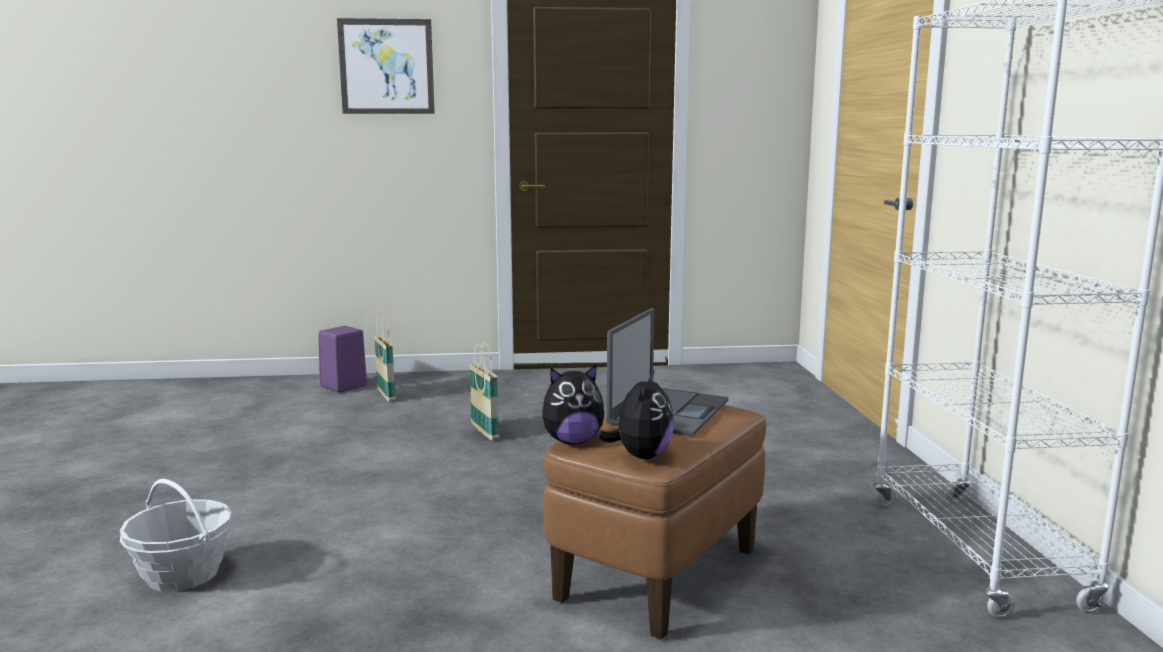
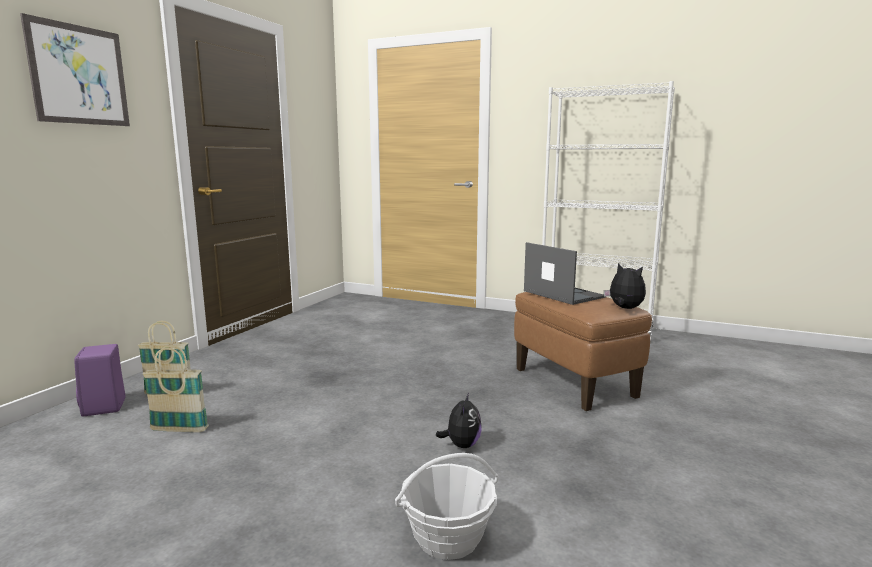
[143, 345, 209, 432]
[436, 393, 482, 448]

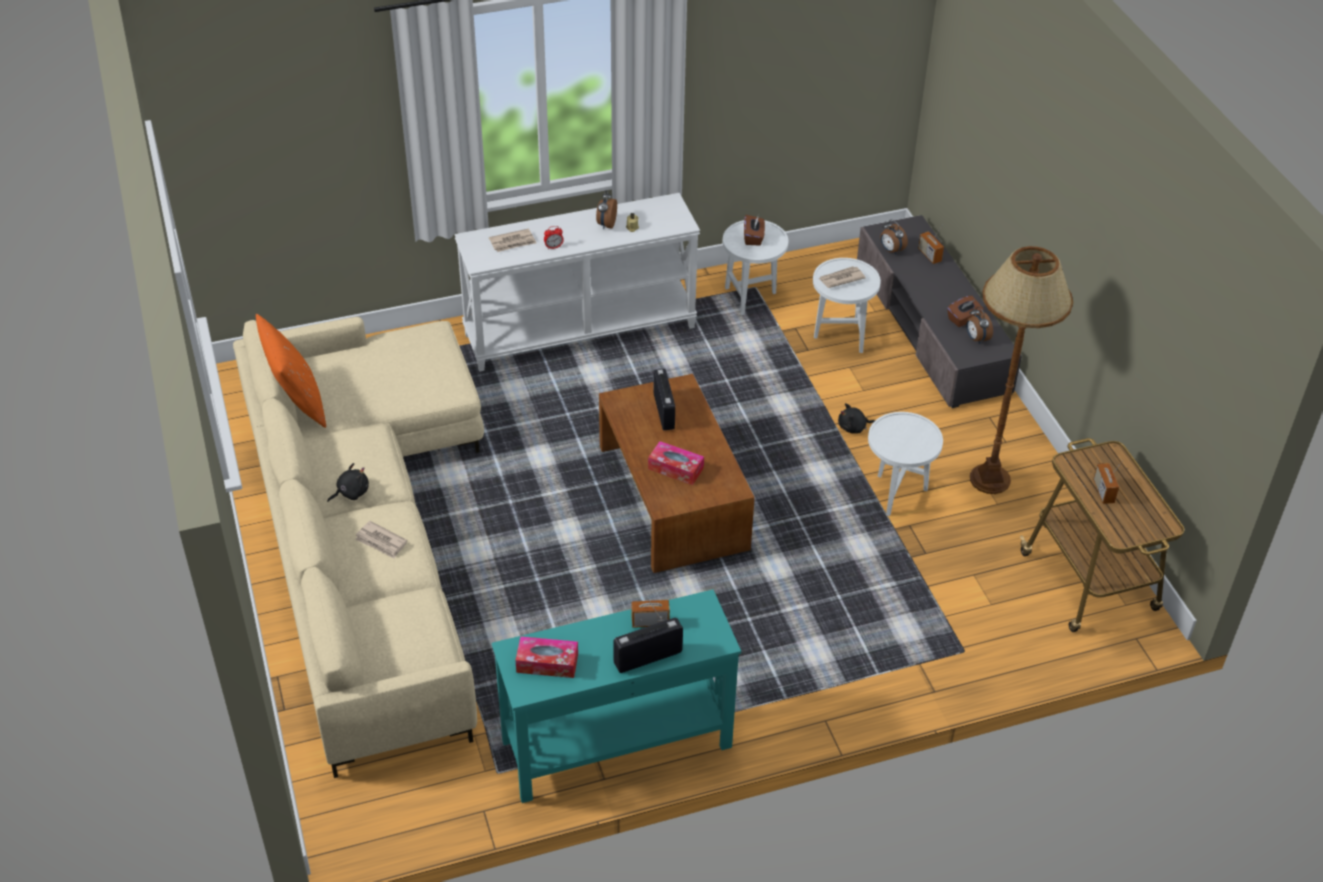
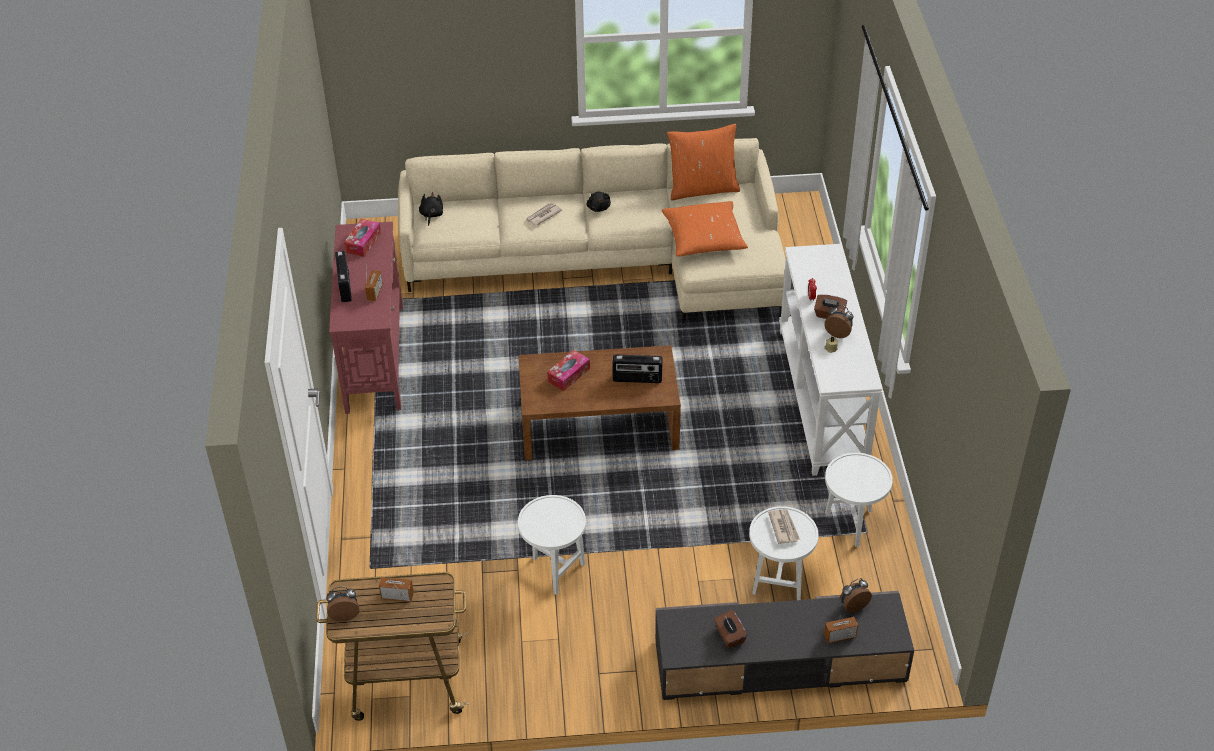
[814, 294, 847, 319]
[489, 228, 536, 252] (first image)
[970, 246, 1073, 494] (first image)
[326, 587, 359, 621]
[419, 192, 443, 226]
[329, 222, 403, 414]
[662, 201, 748, 257]

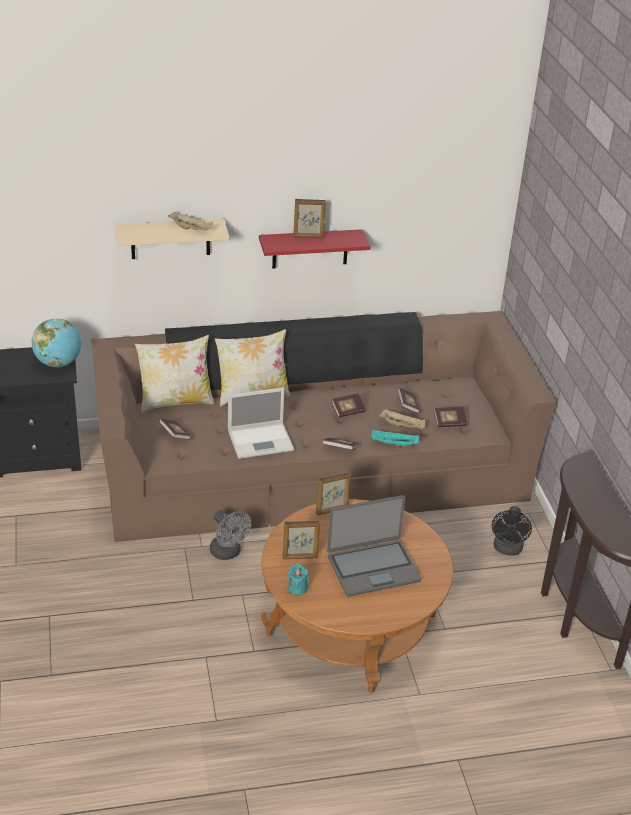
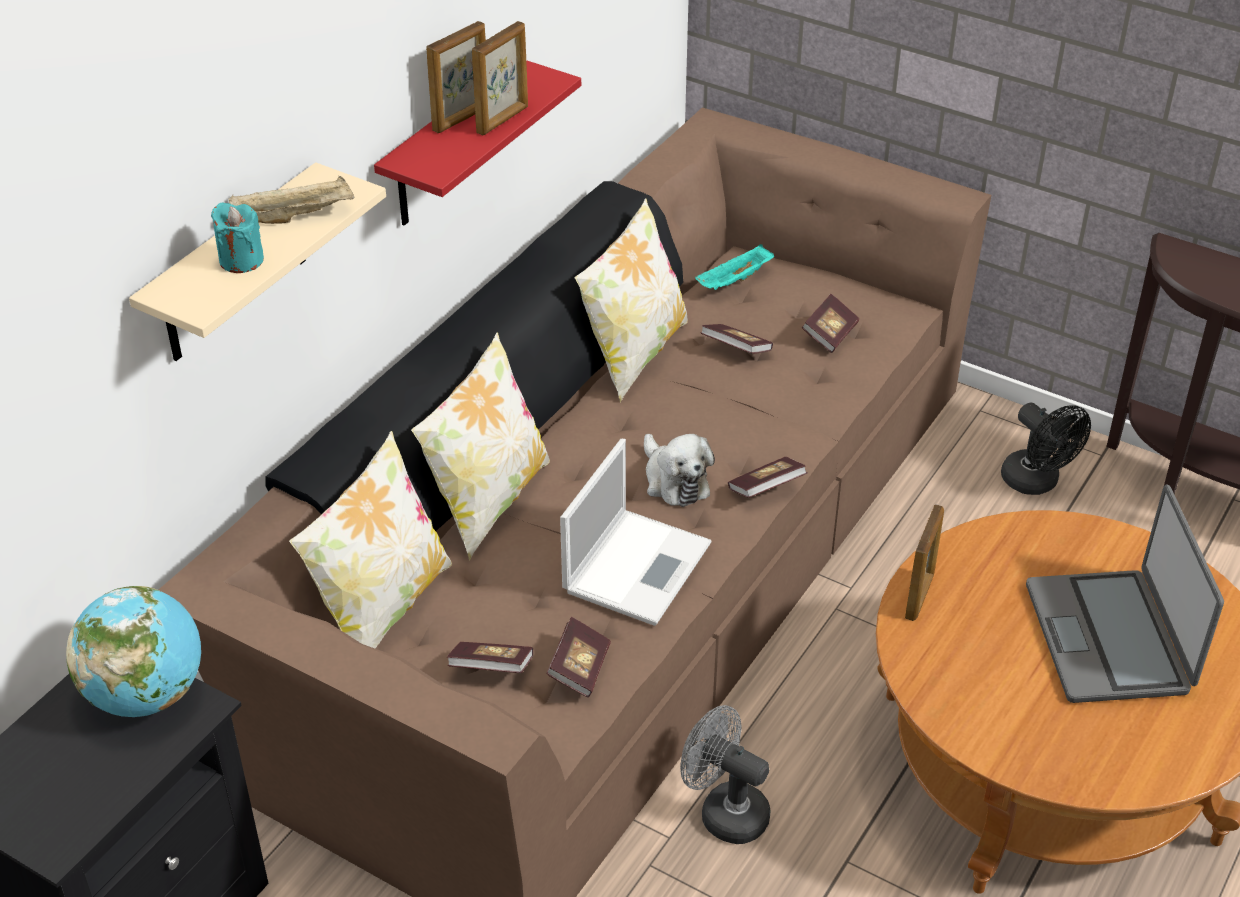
[547, 617, 611, 697]
[380, 409, 426, 429] (first image)
[695, 244, 774, 290]
[1026, 485, 1224, 703]
[680, 705, 770, 844]
[472, 21, 528, 136]
[211, 203, 264, 273]
[574, 198, 688, 403]
[644, 434, 715, 507]

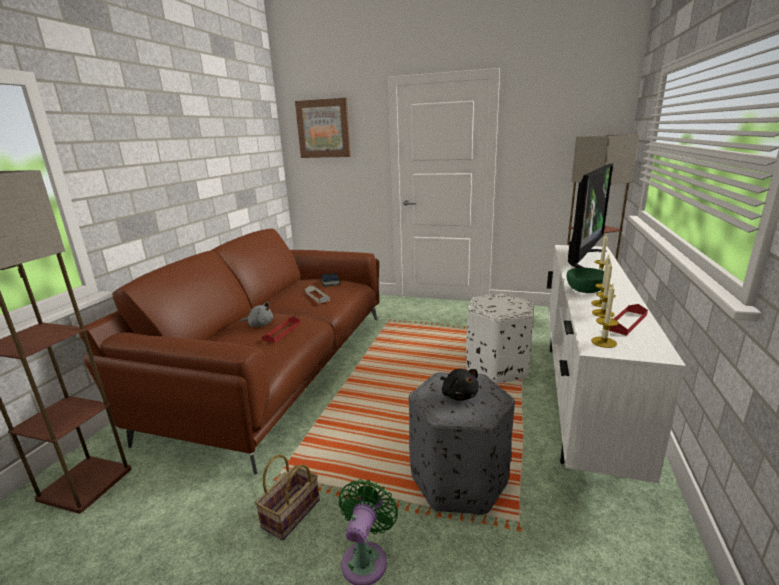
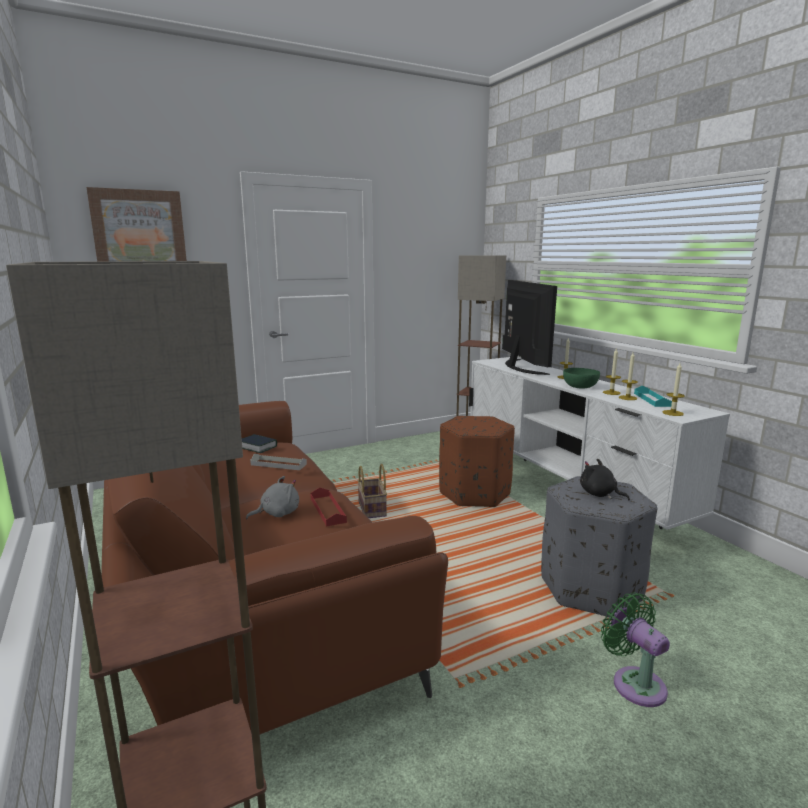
[439, 416, 515, 507]
[634, 385, 672, 407]
[580, 459, 630, 501]
[358, 464, 387, 518]

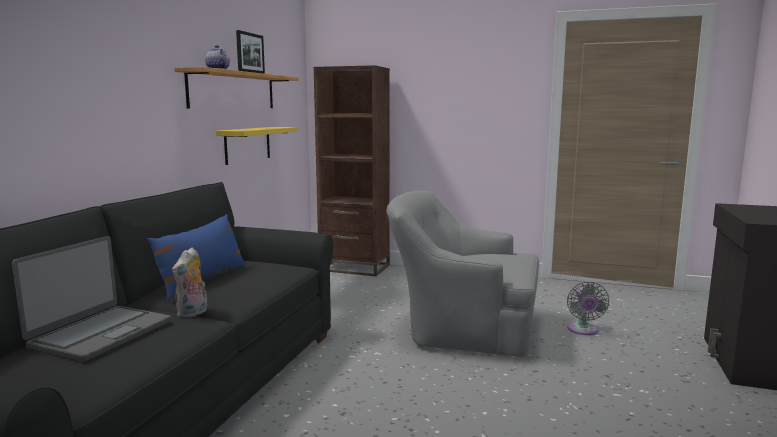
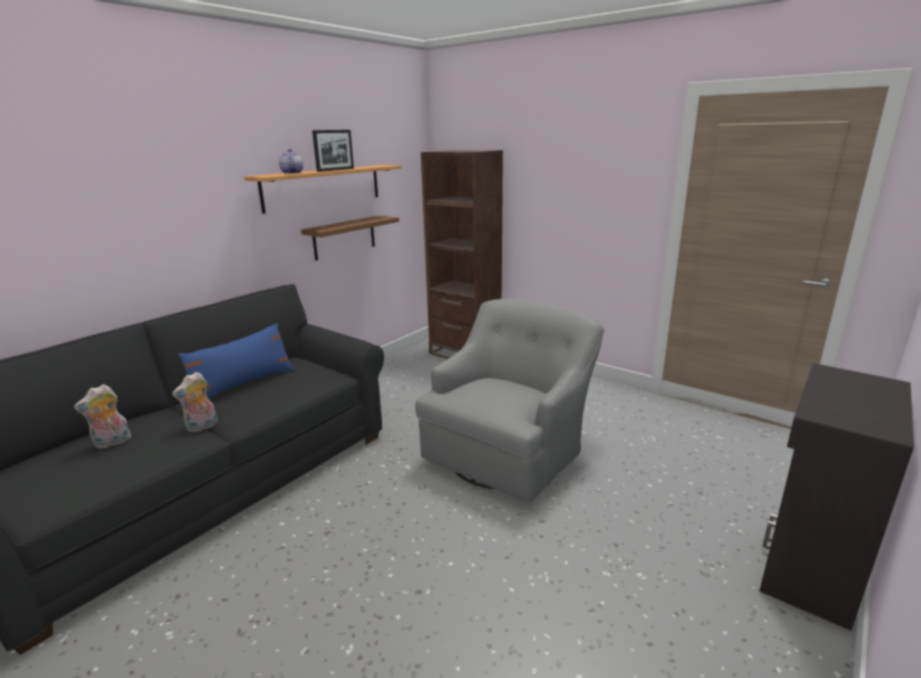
[301, 215, 399, 261]
[415, 299, 604, 503]
[74, 384, 132, 449]
[567, 281, 609, 335] (first image)

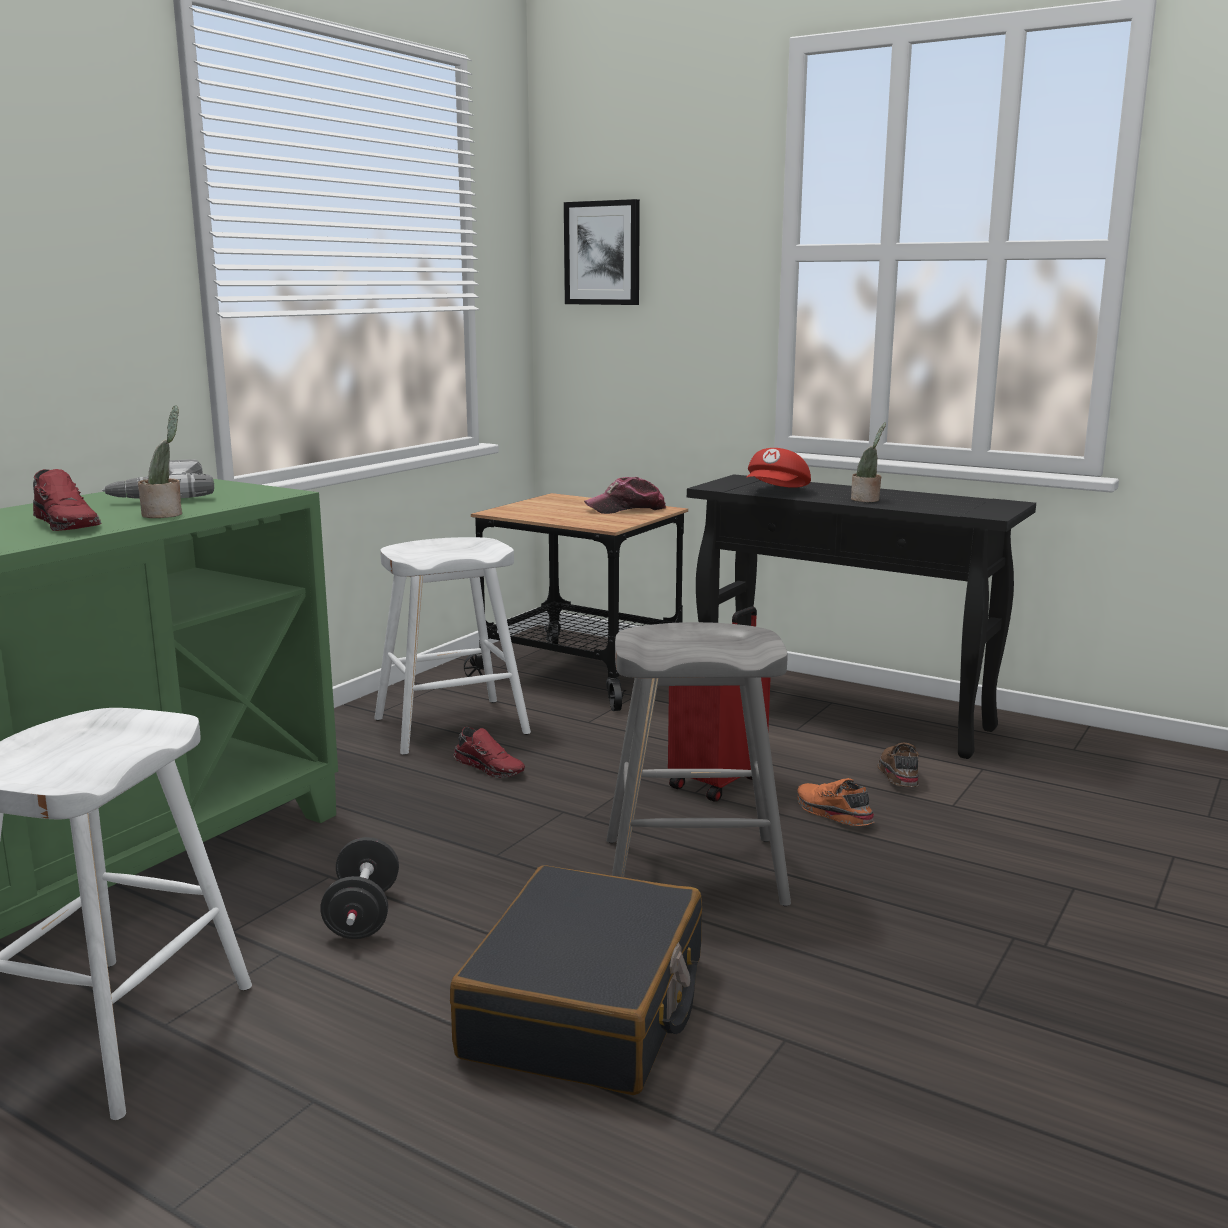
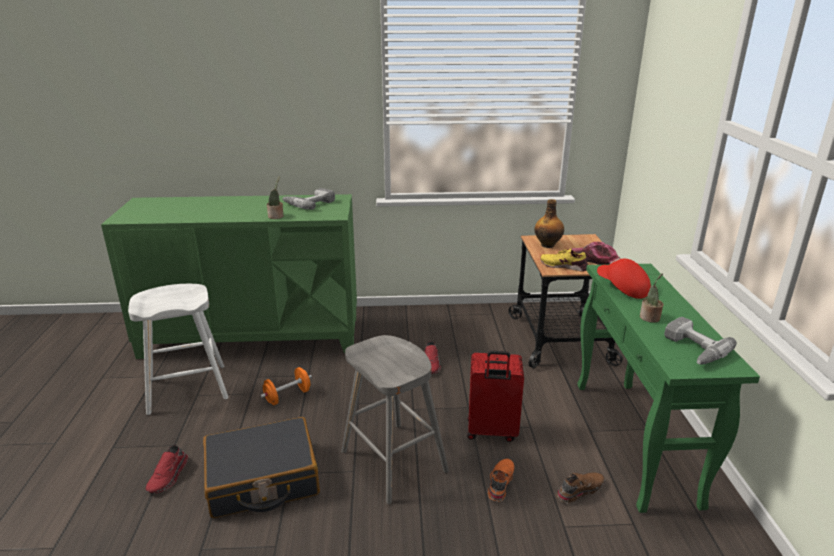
[564, 199, 640, 305] (first image)
[597, 258, 651, 299]
[146, 445, 188, 493]
[577, 264, 760, 513]
[374, 537, 531, 755] (first image)
[260, 367, 312, 405]
[534, 199, 564, 248]
[540, 248, 588, 272]
[664, 317, 737, 365]

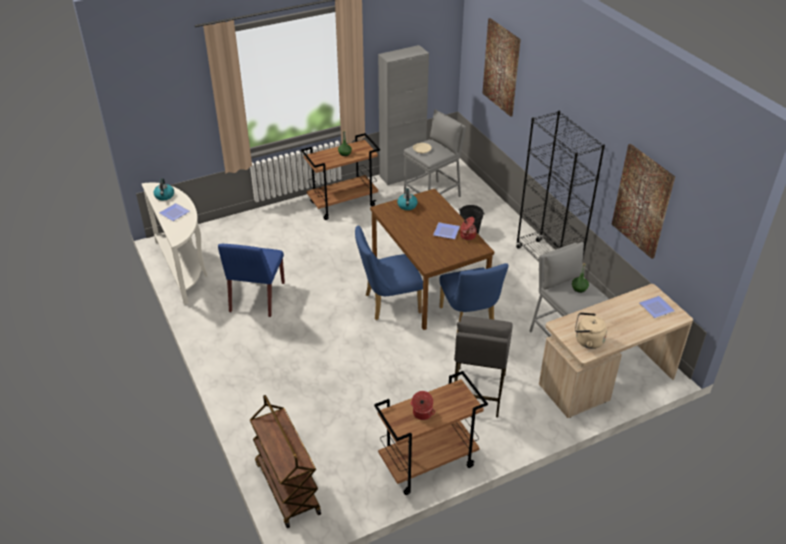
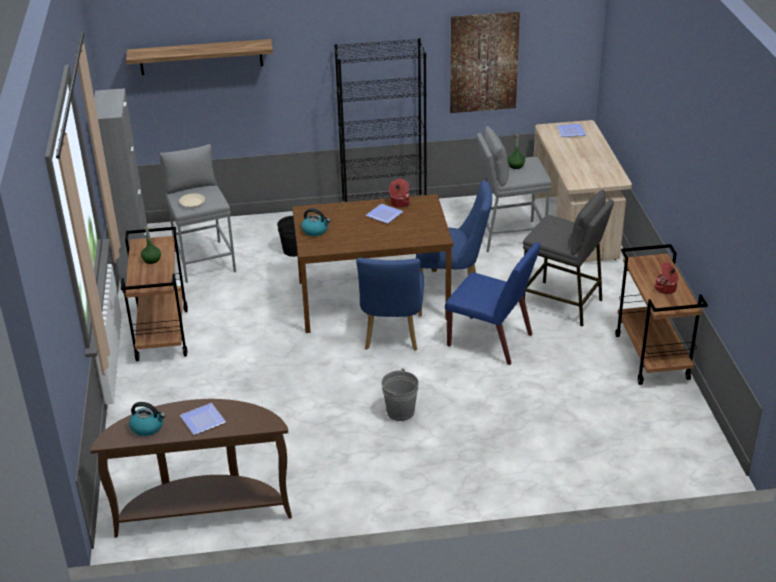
[126, 39, 273, 75]
[90, 399, 292, 538]
[445, 242, 540, 365]
[575, 312, 607, 349] (first image)
[250, 395, 321, 528] (first image)
[381, 368, 419, 421]

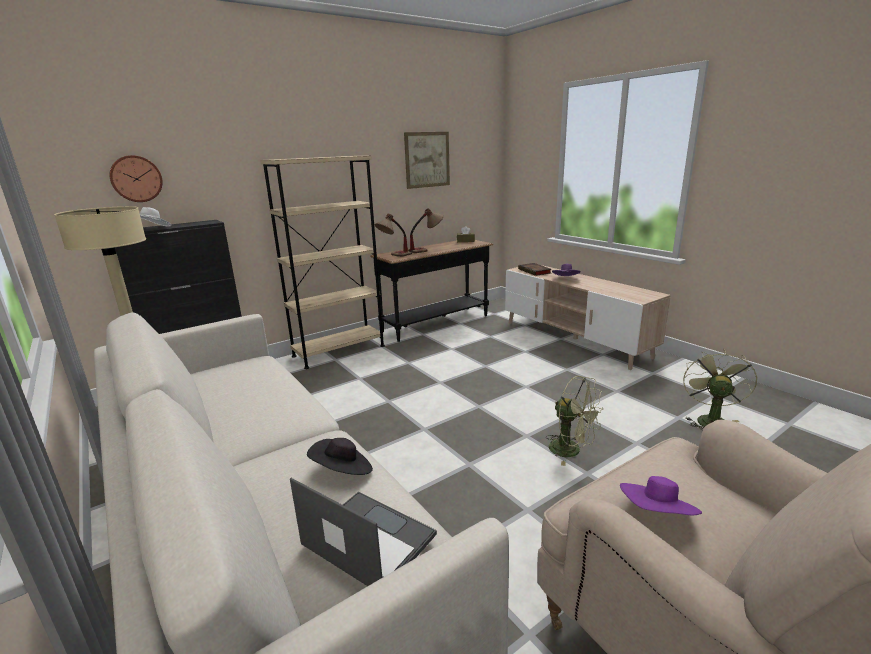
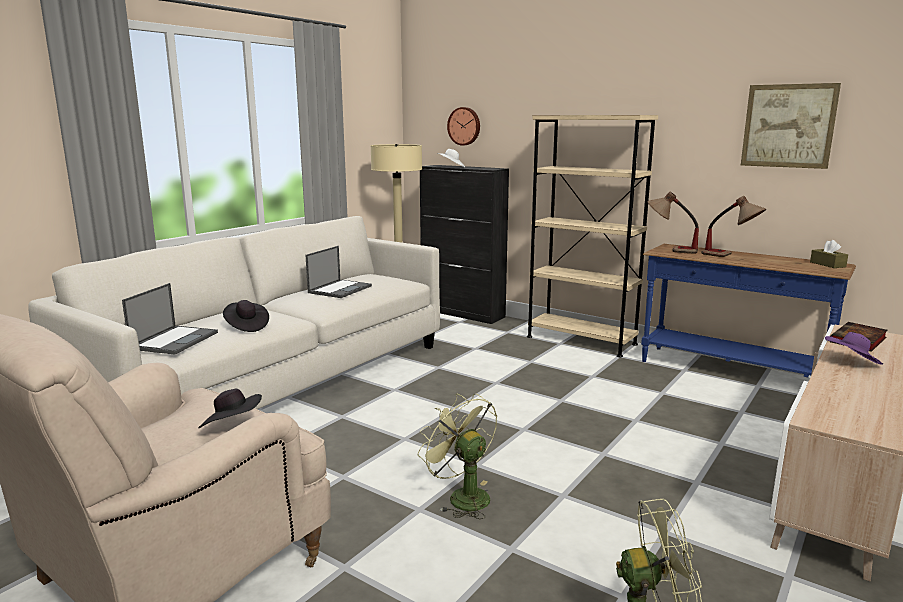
[641, 244, 856, 377]
[417, 393, 497, 519]
[620, 476, 702, 516] (first image)
[305, 246, 372, 298]
[198, 389, 262, 428]

